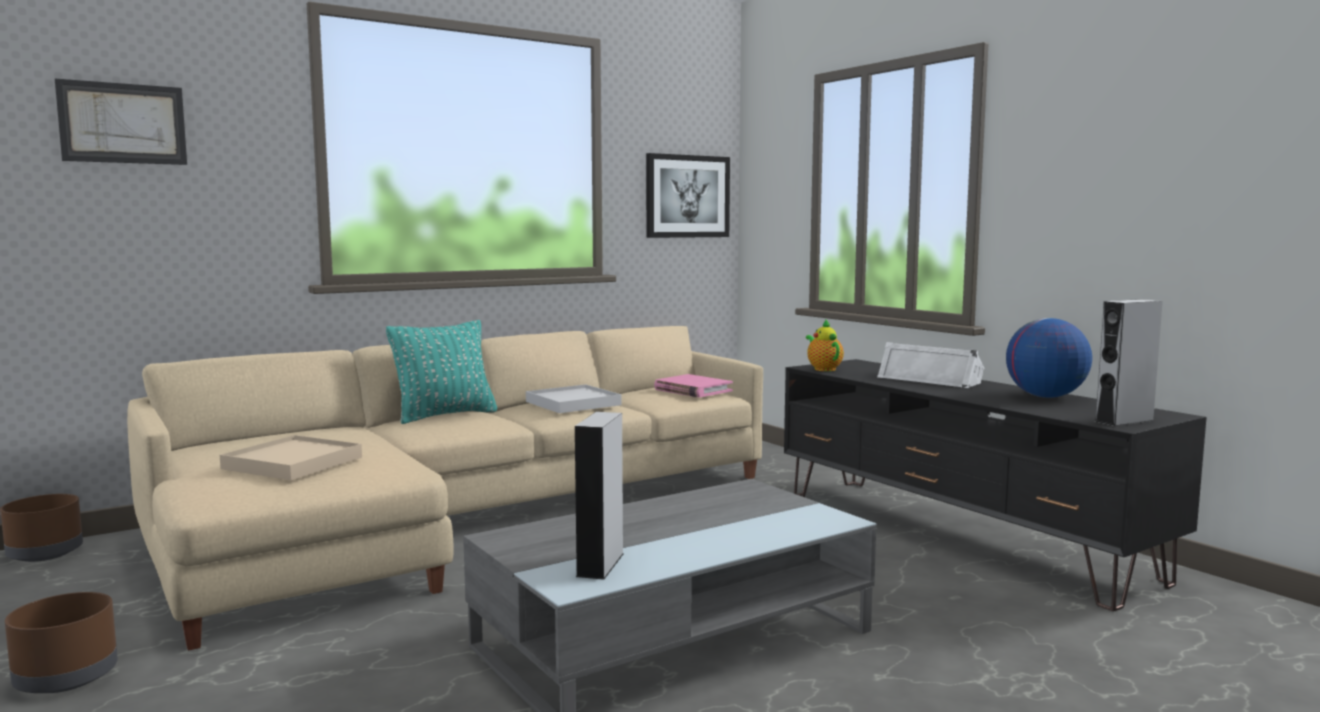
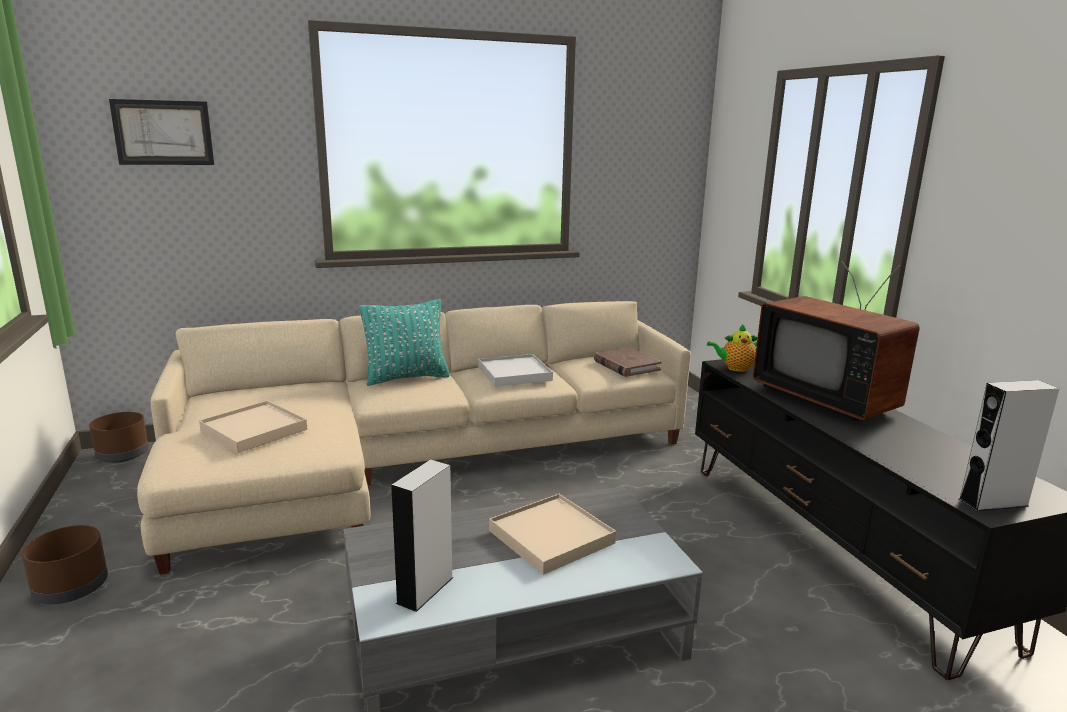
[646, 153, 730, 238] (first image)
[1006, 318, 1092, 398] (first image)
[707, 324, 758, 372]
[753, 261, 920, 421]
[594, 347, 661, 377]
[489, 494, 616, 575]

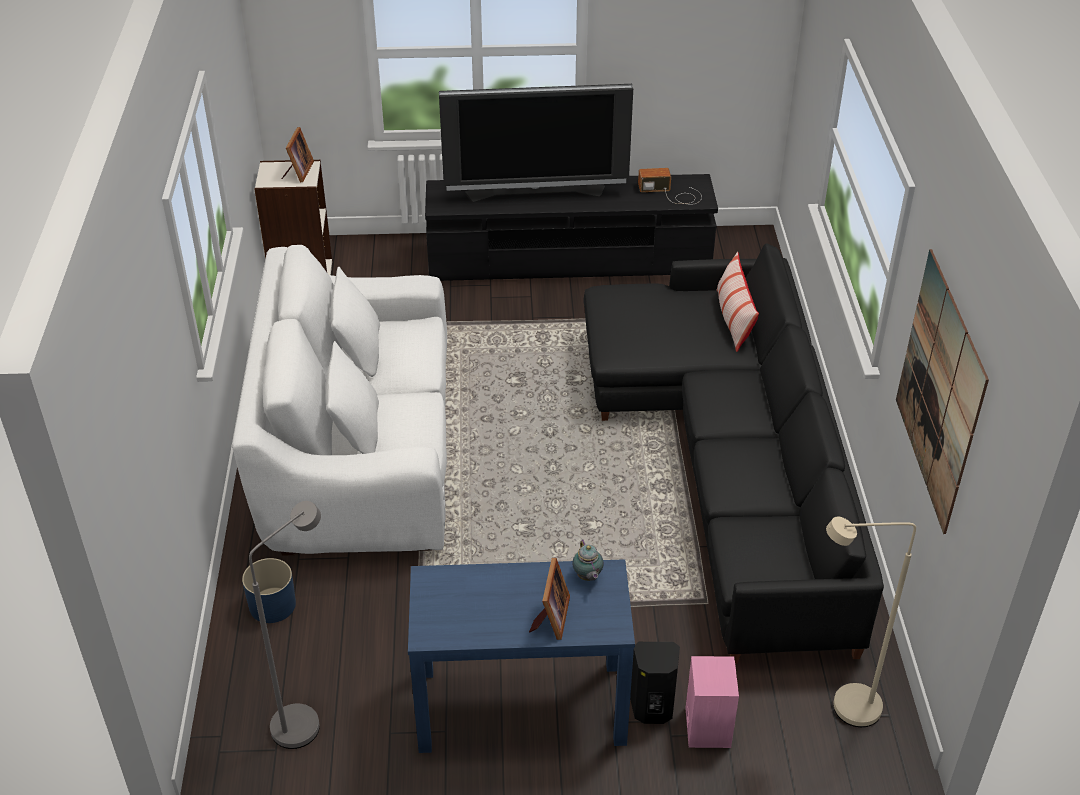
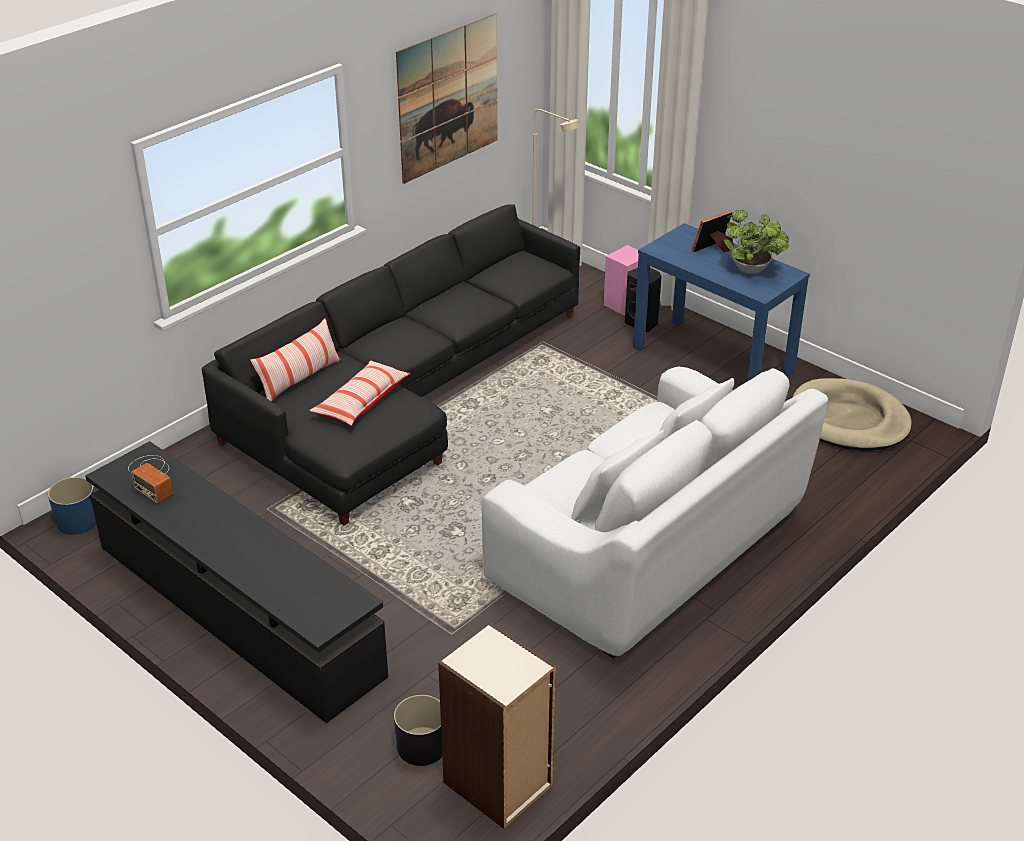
[439, 84, 633, 202] (first image)
[282, 127, 314, 183] (first image)
[792, 378, 912, 451]
[572, 539, 604, 581] (first image)
[48, 477, 96, 534]
[723, 210, 789, 274]
[309, 360, 410, 426]
[394, 695, 442, 766]

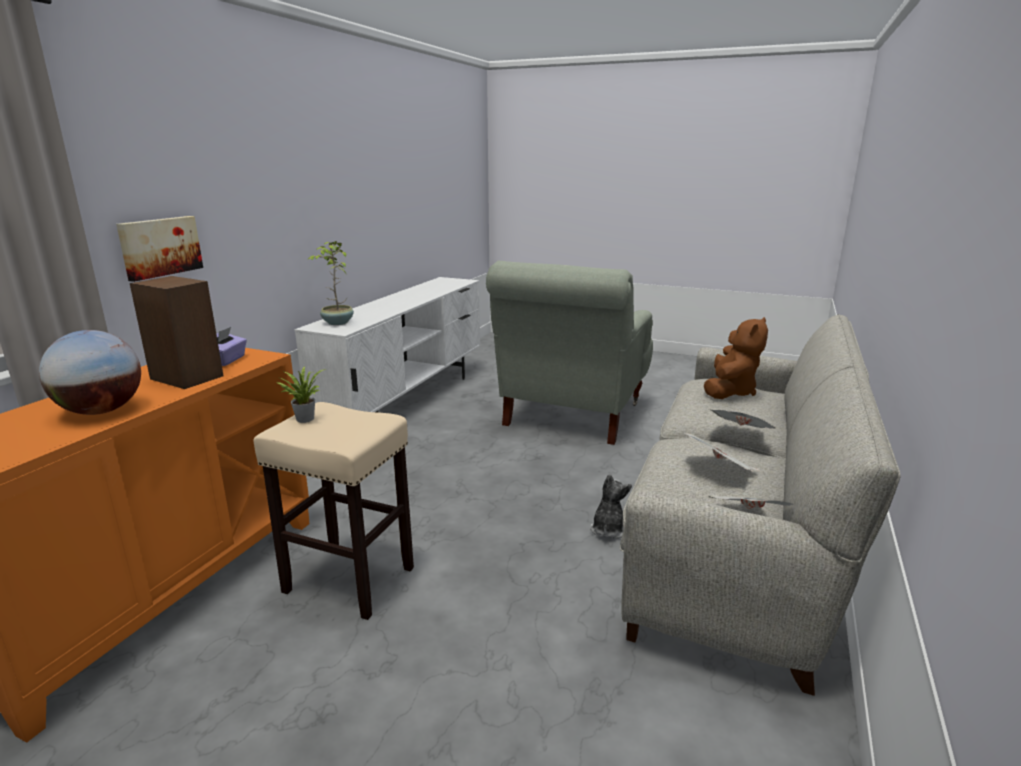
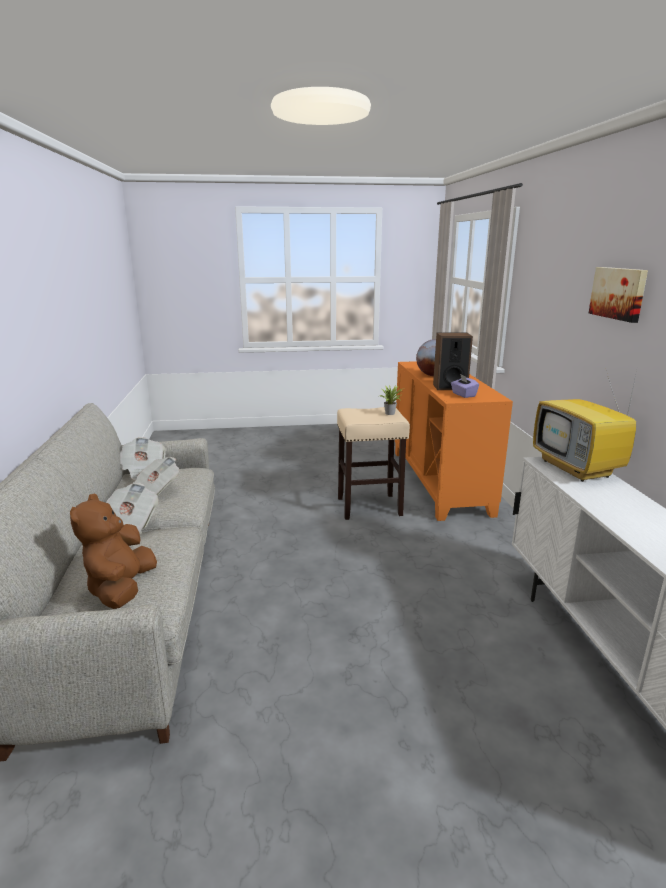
[589, 267, 648, 323]
[533, 368, 637, 482]
[486, 261, 653, 445] (first image)
[590, 474, 632, 539] (first image)

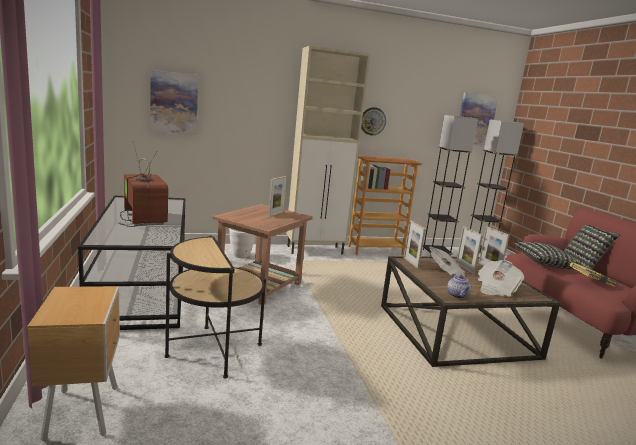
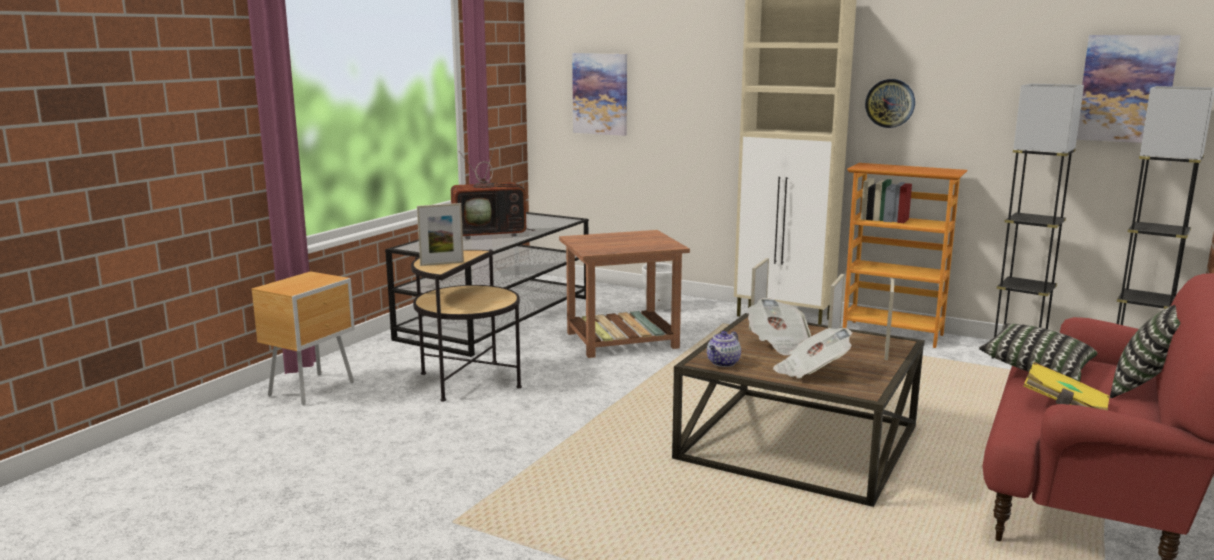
[451, 142, 536, 239]
[417, 203, 464, 266]

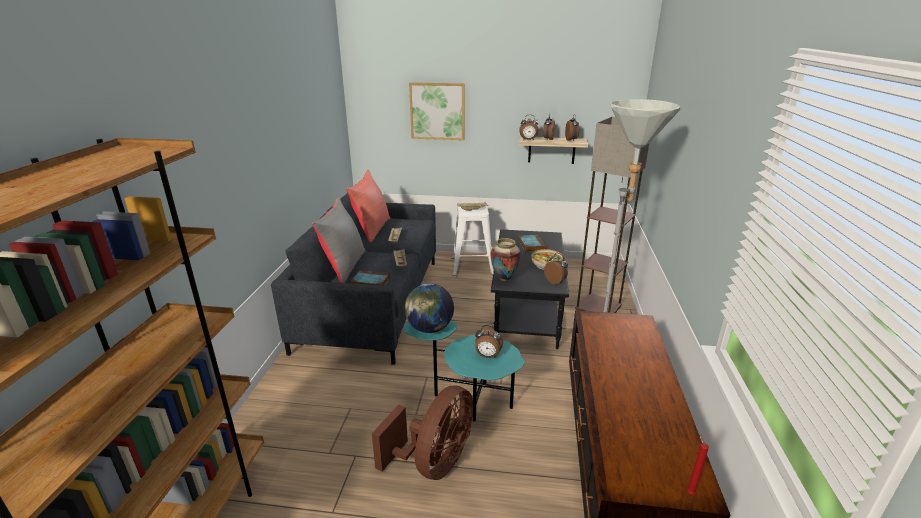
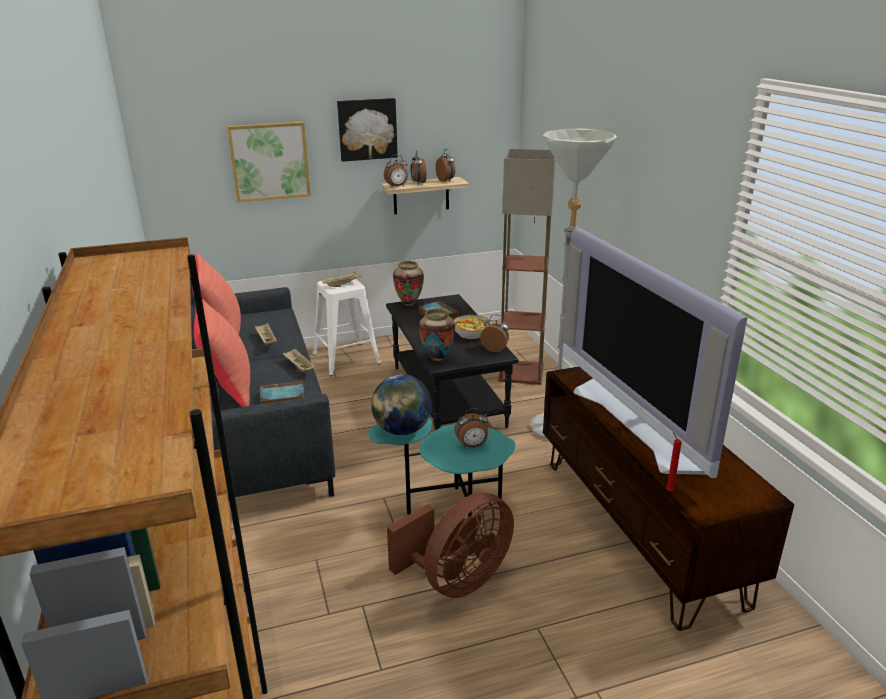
[194, 298, 250, 407]
[387, 492, 514, 598]
[666, 432, 682, 492]
[337, 98, 398, 162]
[563, 228, 748, 478]
[393, 261, 424, 306]

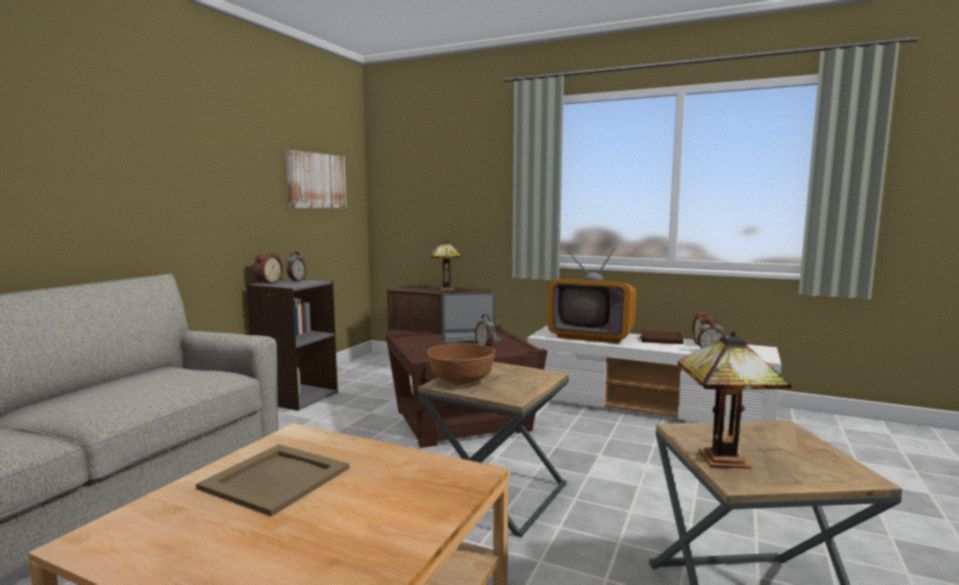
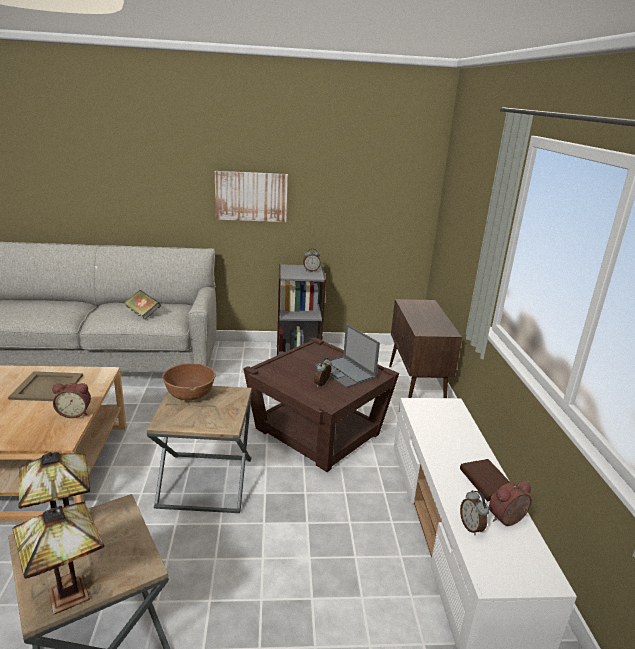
[215, 171, 288, 222]
[13, 502, 104, 615]
[548, 248, 636, 343] (first image)
[52, 383, 91, 418]
[124, 290, 161, 320]

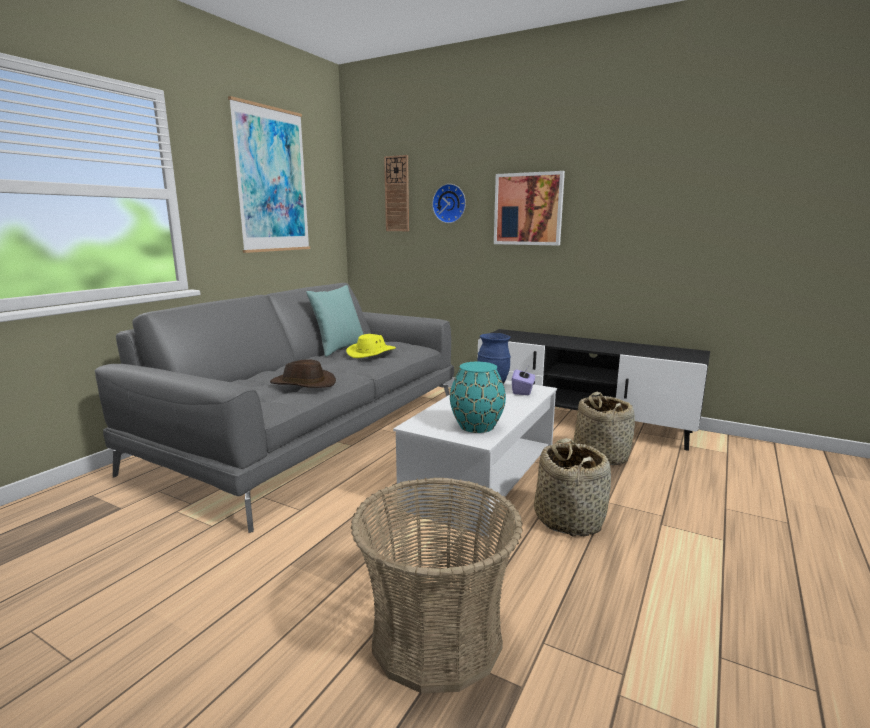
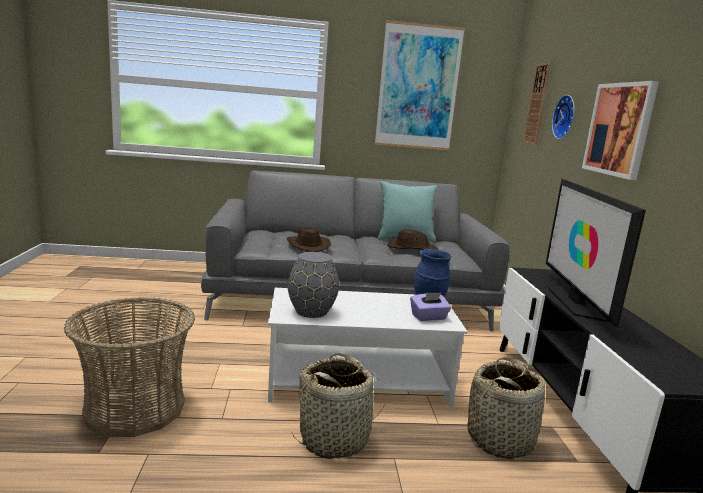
[387, 229, 438, 250]
[288, 252, 339, 318]
[546, 179, 646, 327]

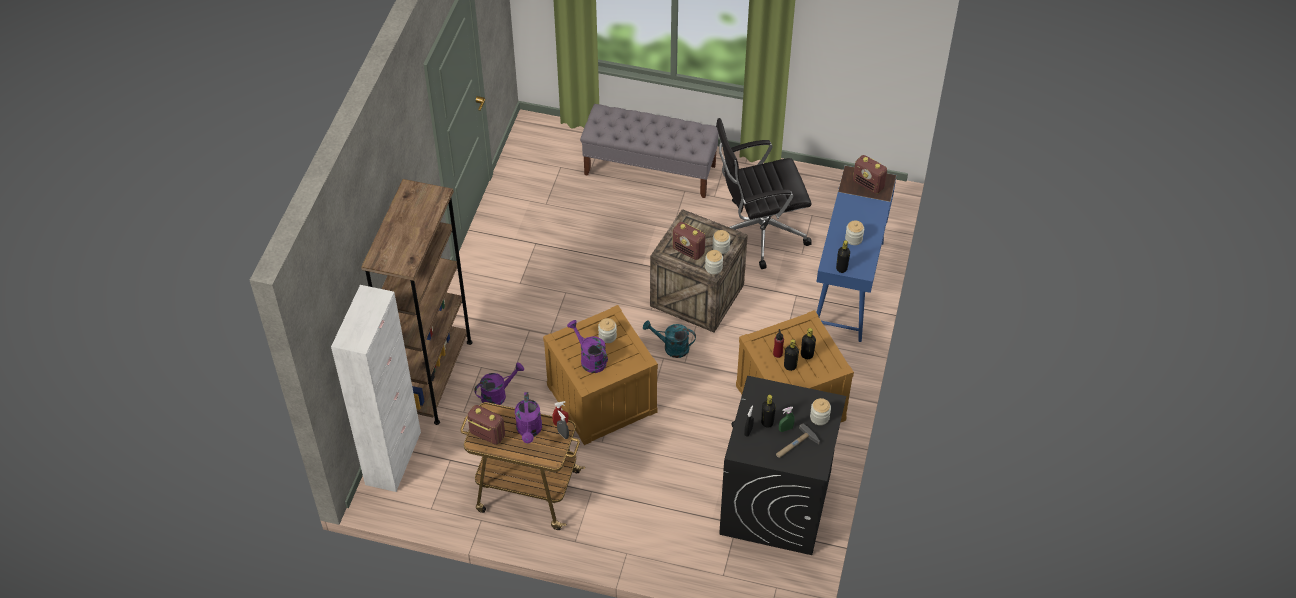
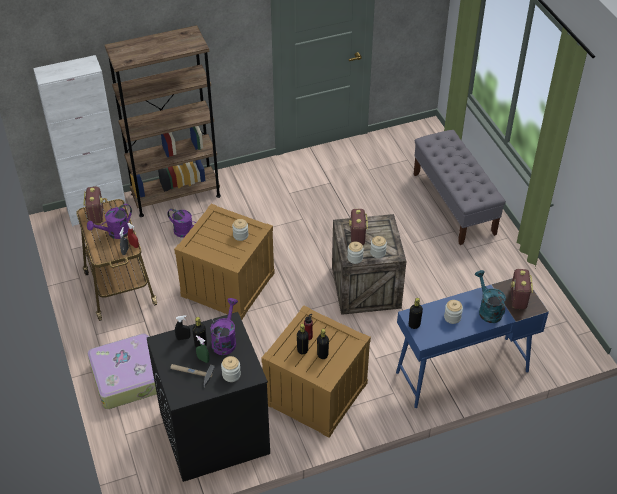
[716, 118, 812, 269] (first image)
[211, 298, 238, 355]
[475, 270, 506, 323]
[87, 334, 157, 409]

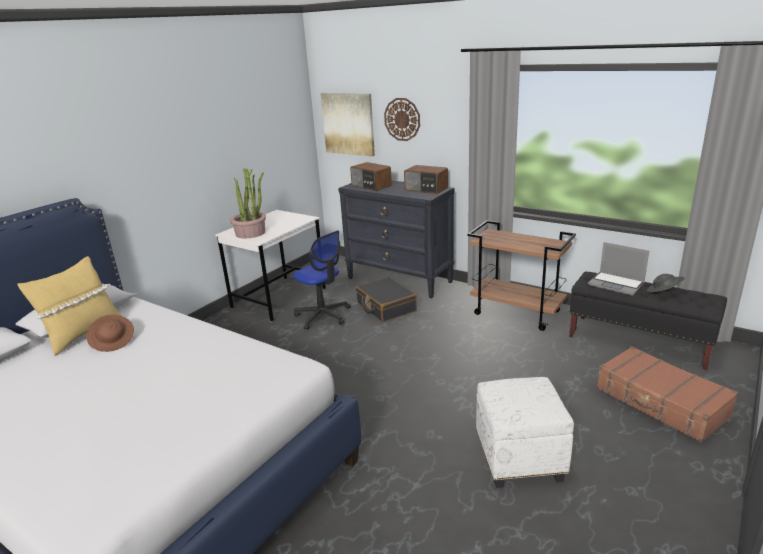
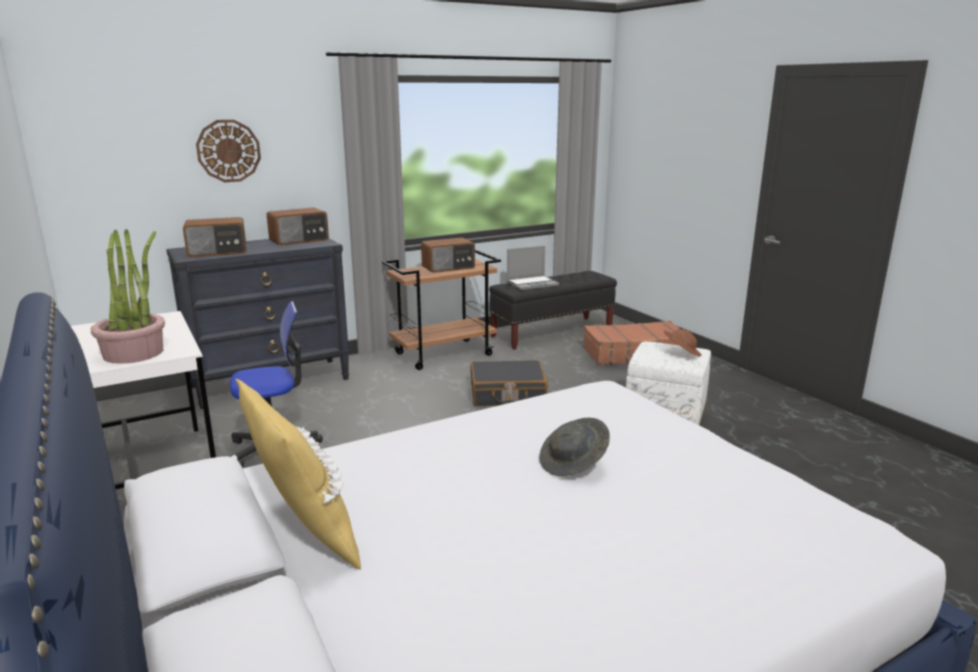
[321, 93, 375, 157] (first image)
[539, 418, 610, 476]
[470, 360, 547, 406]
[663, 329, 702, 356]
[421, 237, 475, 273]

